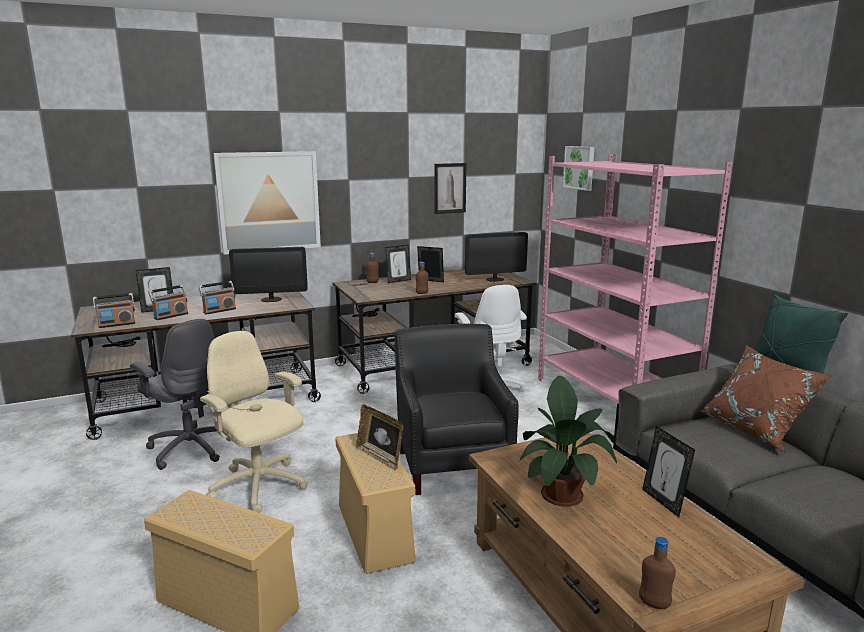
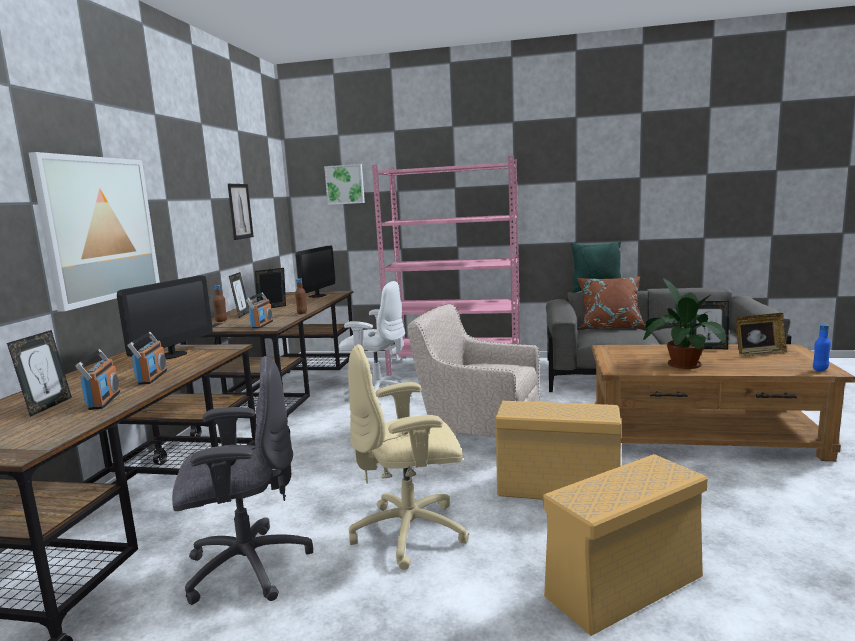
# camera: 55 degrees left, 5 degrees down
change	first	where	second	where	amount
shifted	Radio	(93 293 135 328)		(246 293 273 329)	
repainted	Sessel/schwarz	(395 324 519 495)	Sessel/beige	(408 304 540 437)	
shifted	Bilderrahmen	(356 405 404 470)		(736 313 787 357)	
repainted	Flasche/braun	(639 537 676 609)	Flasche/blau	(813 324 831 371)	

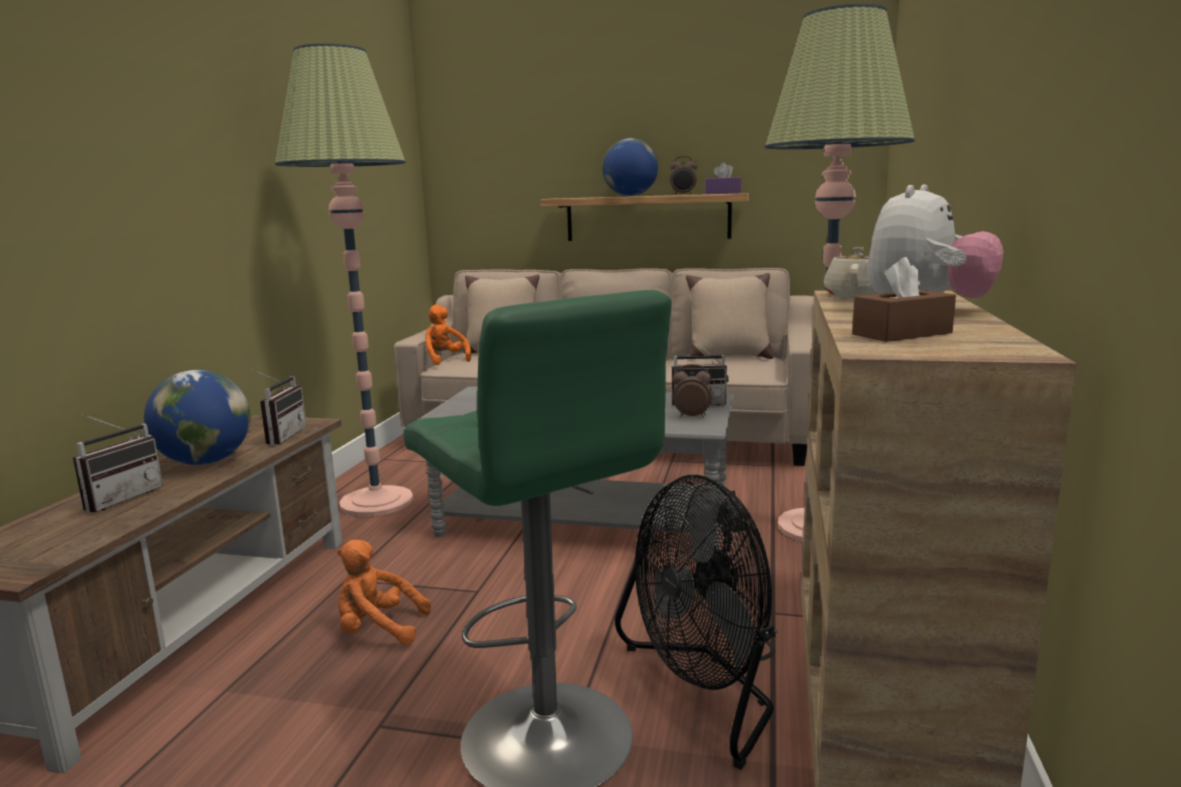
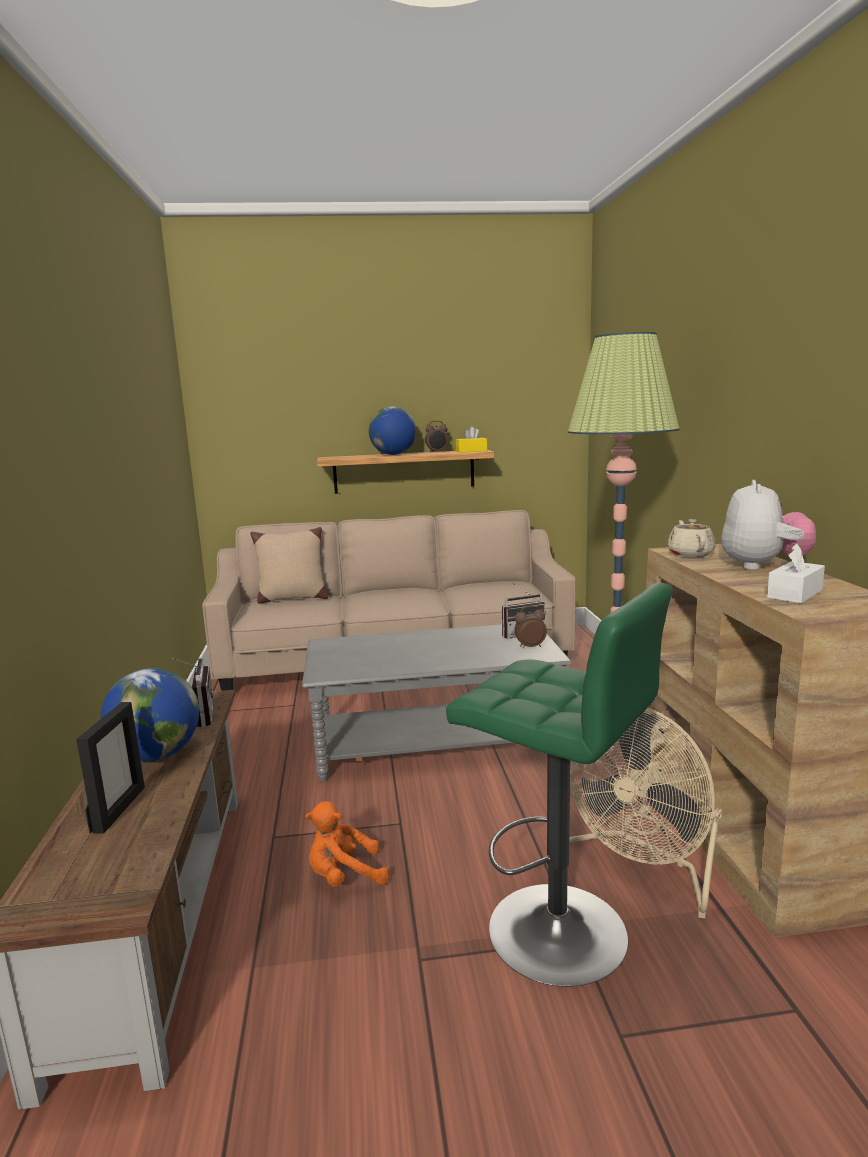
# camera: 20 degrees left, 0 degrees up
change	first	where	second	where	amount
swapped	Radio	(73 414 163 513)	Bilderrahmen	(76 702 145 834)	
repainted	Taschentuchbox/lila	(705 162 741 194)	Taschentuchbox/gelb	(456 426 487 453)	
repainted	Ventilator/schwarz	(615 475 778 770)	Ventilator/beige	(569 708 722 918)	
repainted	Taschentuchbox/braun	(852 257 956 342)	Taschentuchbox/weiß	(767 544 825 604)	
gone	Stehlampe	(275 44 413 517)			
gone	Plüschtier/orange	(425 304 471 365)			
gone	Kissen/beige	(686 273 773 359)			

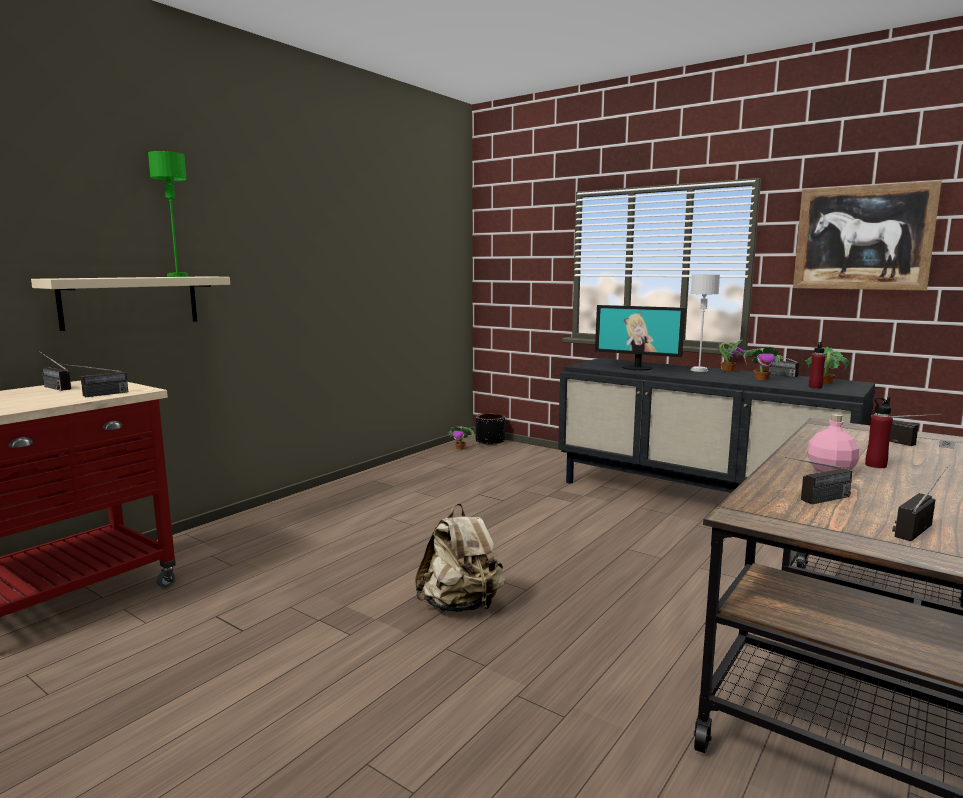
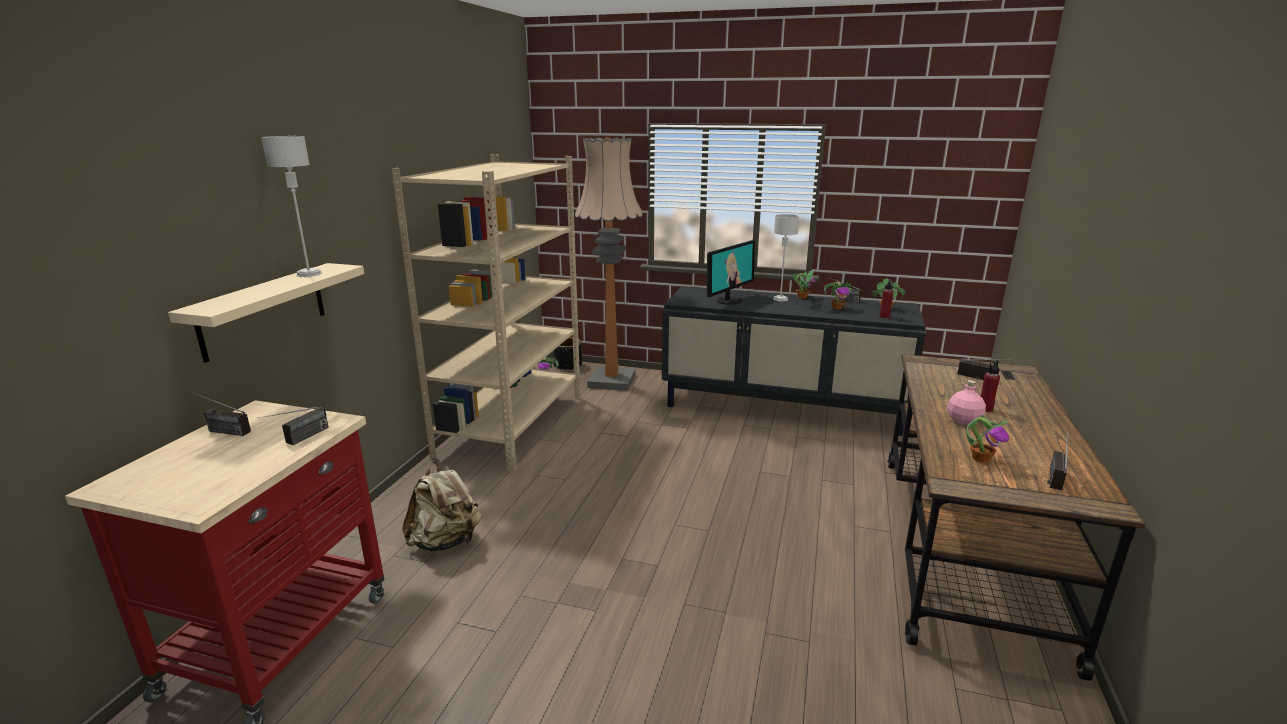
# camera: 20 degrees left, 10 degrees up
change	first	where	second	where	amount
repainted	Tischlampe/grün	(148 151 189 277)	Tischlampe/grau	(261 136 322 277)	
new			Bücherregal/beige	(392 154 581 472)	
shifted	Rucksack/beige	(415 503 505 612)		(402 462 481 551)	
new			Stehlampe	(574 137 643 391)	
rotated	Monitor	(595 305 686 370)		(707 240 755 305)	60 degrees counterclockwise
swapped	Radio	(785 457 853 504)	Topfpflanze	(966 415 1009 463)	
gone	Bild	(793 180 942 291)			

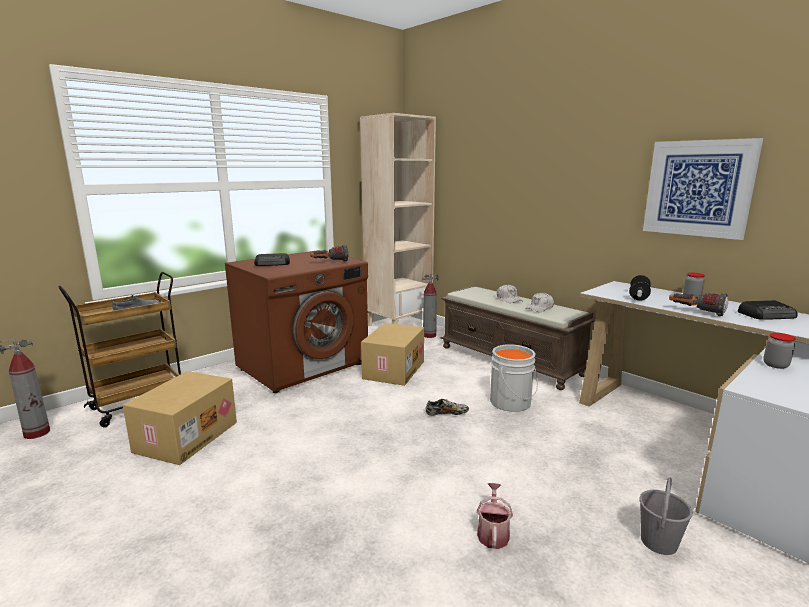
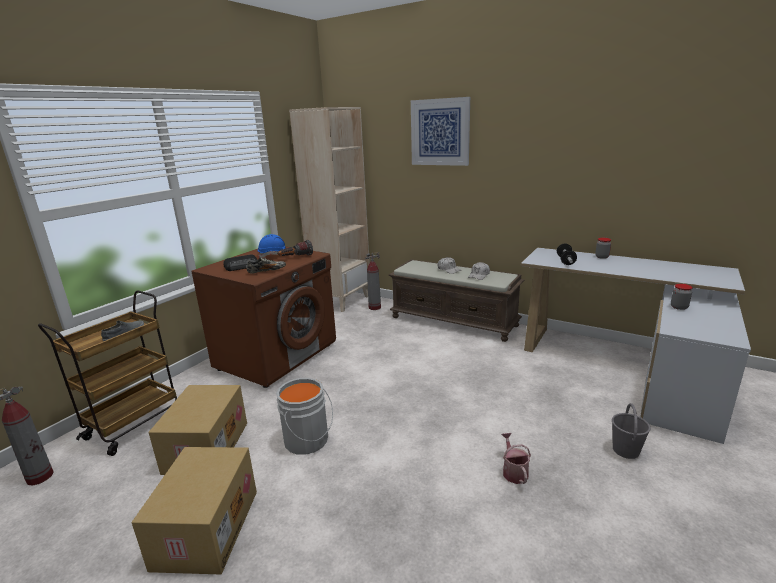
# camera: 15 degrees left, 5 degrees up
change	first	where	second	where	amount
shifted	Karton	(361 323 424 386)		(132 447 257 575)	
shifted	Schuh	(426 399 469 416)		(246 258 286 274)	
new			Schutzhelm/blau	(258 234 286 258)	
shifted	Eimer/grau	(490 344 538 412)		(276 378 333 455)	
shifted	Bild	(643 138 763 240)		(411 97 470 166)	
gone	Taschenlampe	(669 293 728 316)			
gone	Radio	(738 300 797 320)			

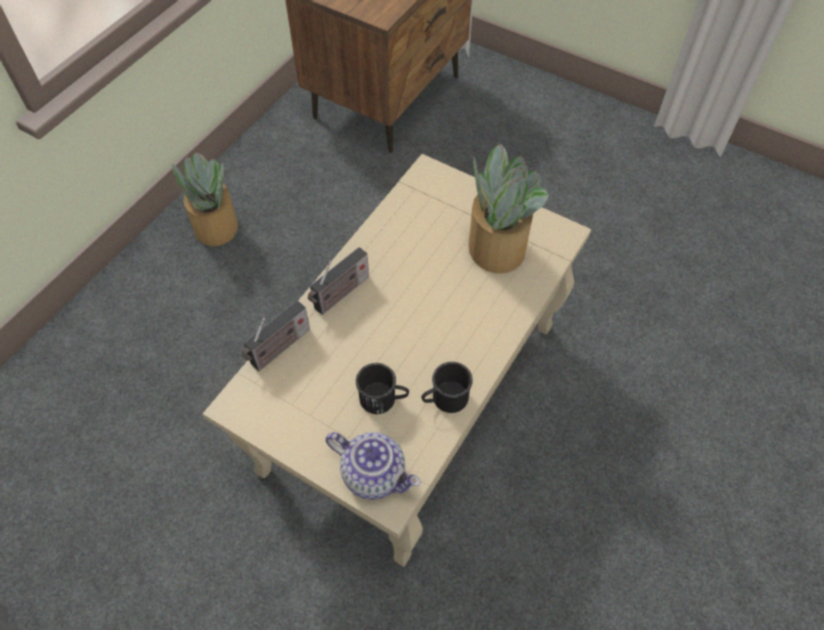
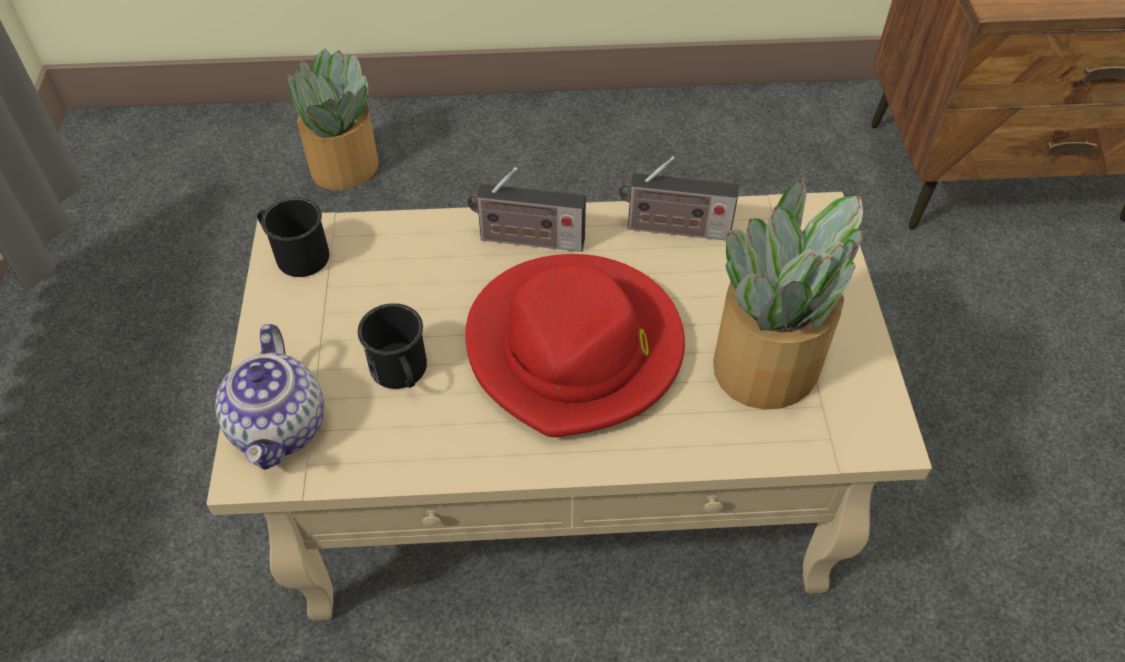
# camera: 55 degrees right, 5 degrees down
change	first	where	second	where	amount
shifted	Henkelbecher/schwarz	(421 362 473 413)		(257 197 329 277)	
shifted	Topfpflanze	(172 152 238 246)		(279 49 379 190)	
new			Hut/rot	(465 254 685 437)	
shifted	Radio	(241 301 310 371)		(619 156 739 240)	

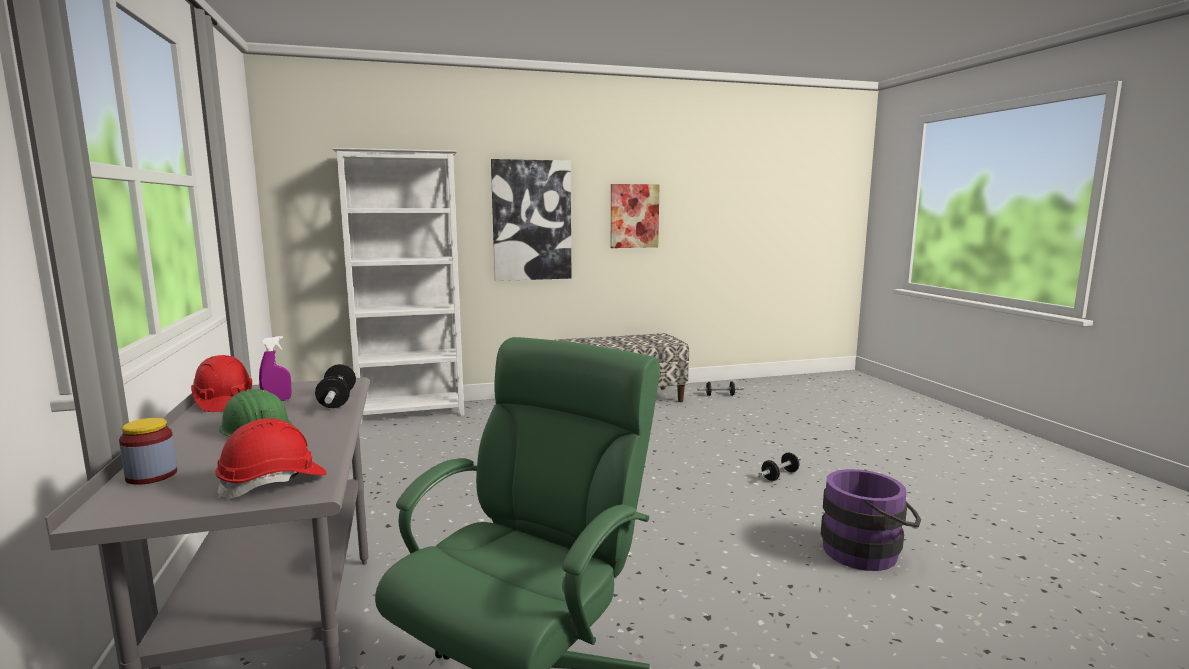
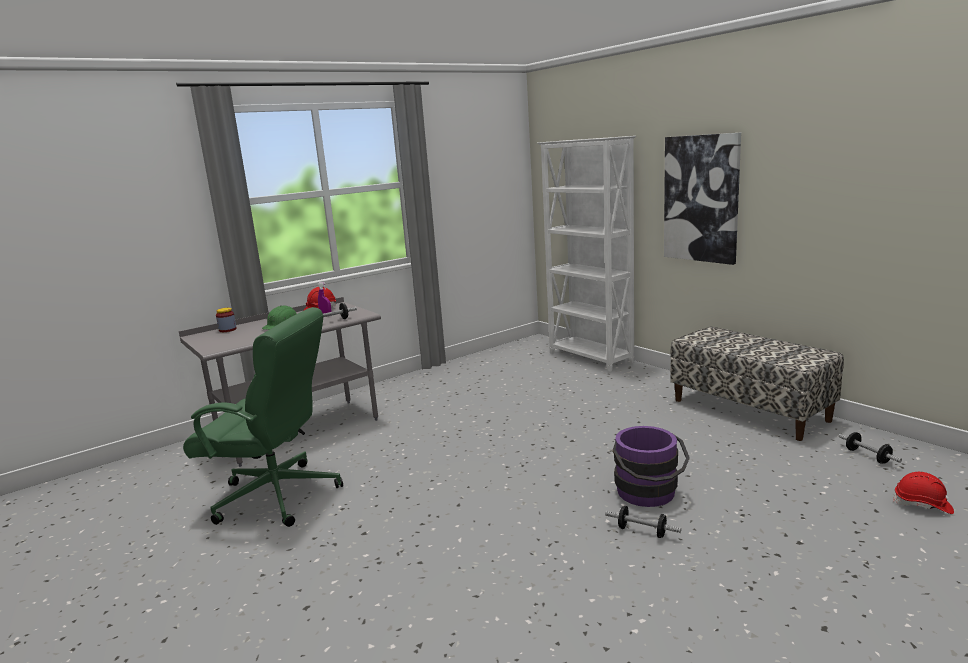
# camera: 70 degrees right, 5 degrees up
change	first	where	second	where	amount
shifted	Eimer/lila	(821 469 921 571)		(612 426 690 507)	
shifted	Schutzhelm/rot	(215 418 327 499)		(893 472 954 514)	
gone	Bild	(611 184 660 248)			

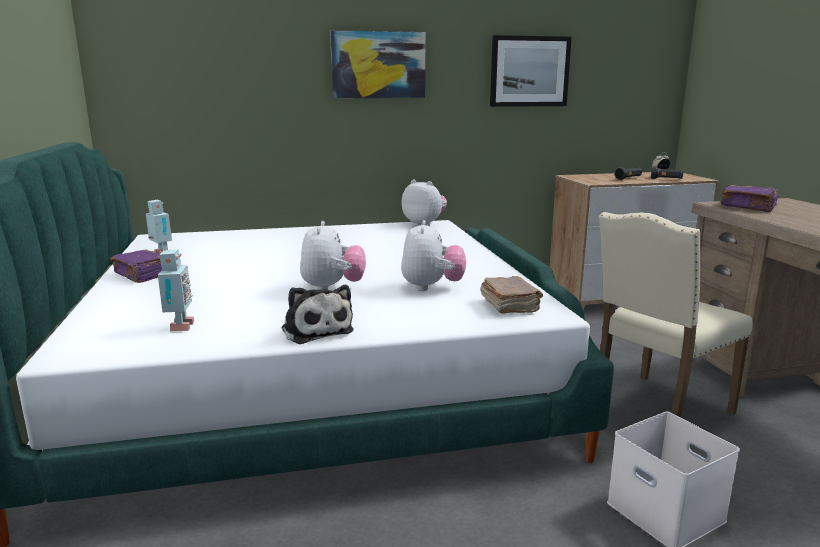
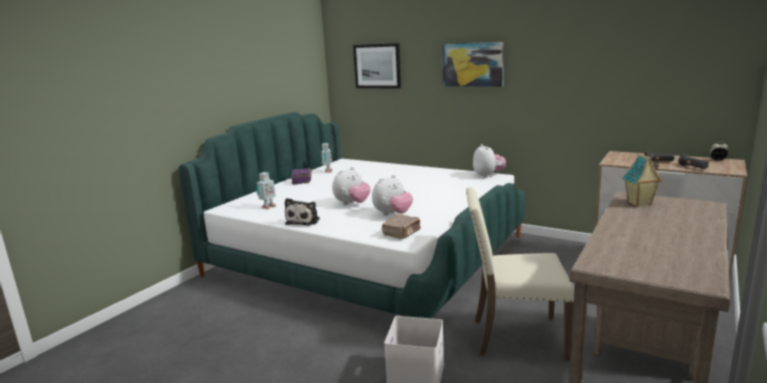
# camera: 45 degrees right, 0 degrees up
change	first	where	second	where	amount
shifted	Bild	(490 35 572 107)		(353 43 401 89)	
swapped	Buch/lila	(721 185 779 212)	Spielzeughaus	(622 153 663 207)	

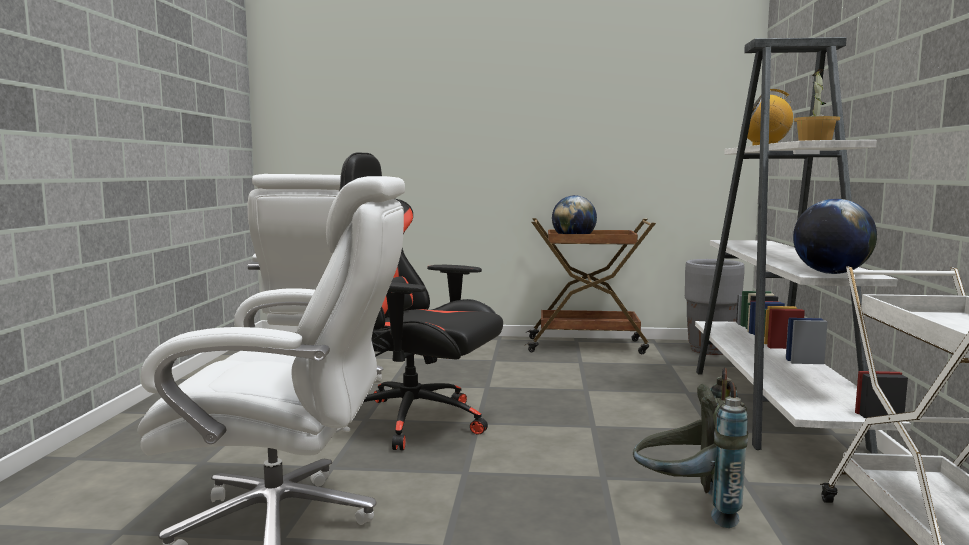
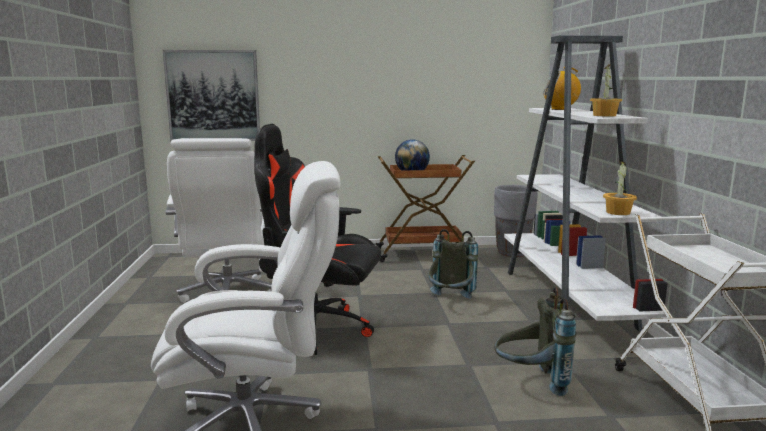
# camera: 10 degrees left, 5 degrees up
change	first	where	second	where	amount
new			Bild	(163 50 260 142)	
new			Rucksack/grau	(429 229 478 299)	
swapped	Globus	(793 199 877 274)	Topfpflanze	(603 161 637 215)	

